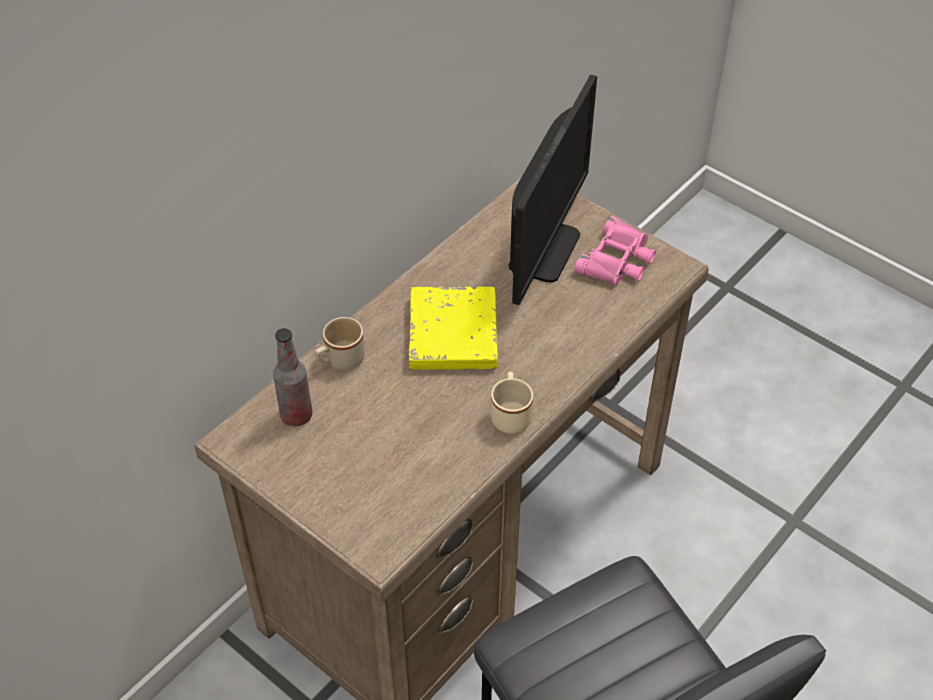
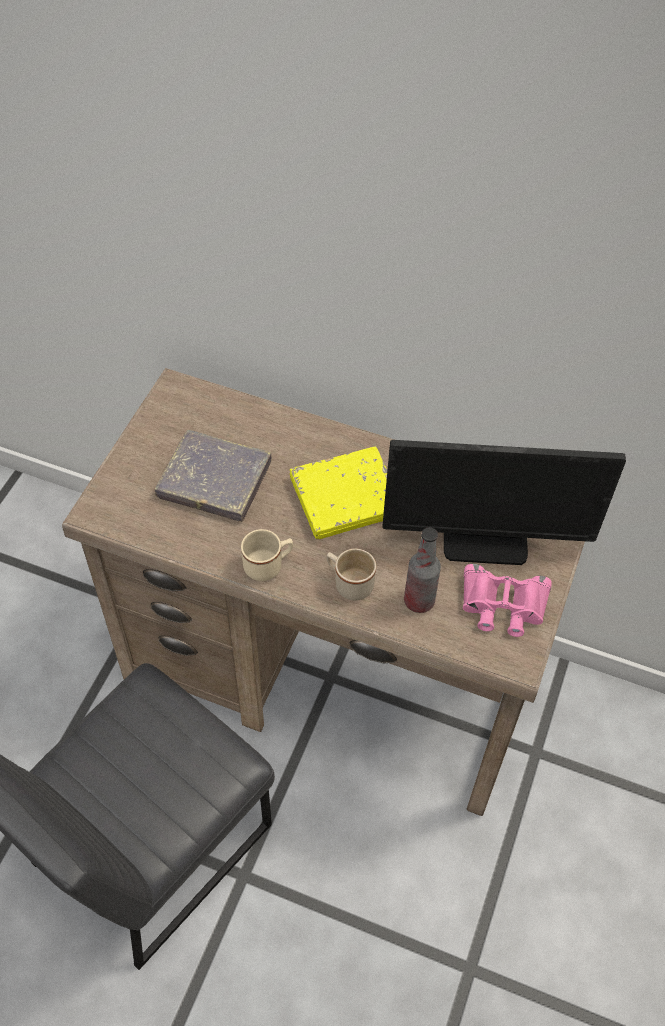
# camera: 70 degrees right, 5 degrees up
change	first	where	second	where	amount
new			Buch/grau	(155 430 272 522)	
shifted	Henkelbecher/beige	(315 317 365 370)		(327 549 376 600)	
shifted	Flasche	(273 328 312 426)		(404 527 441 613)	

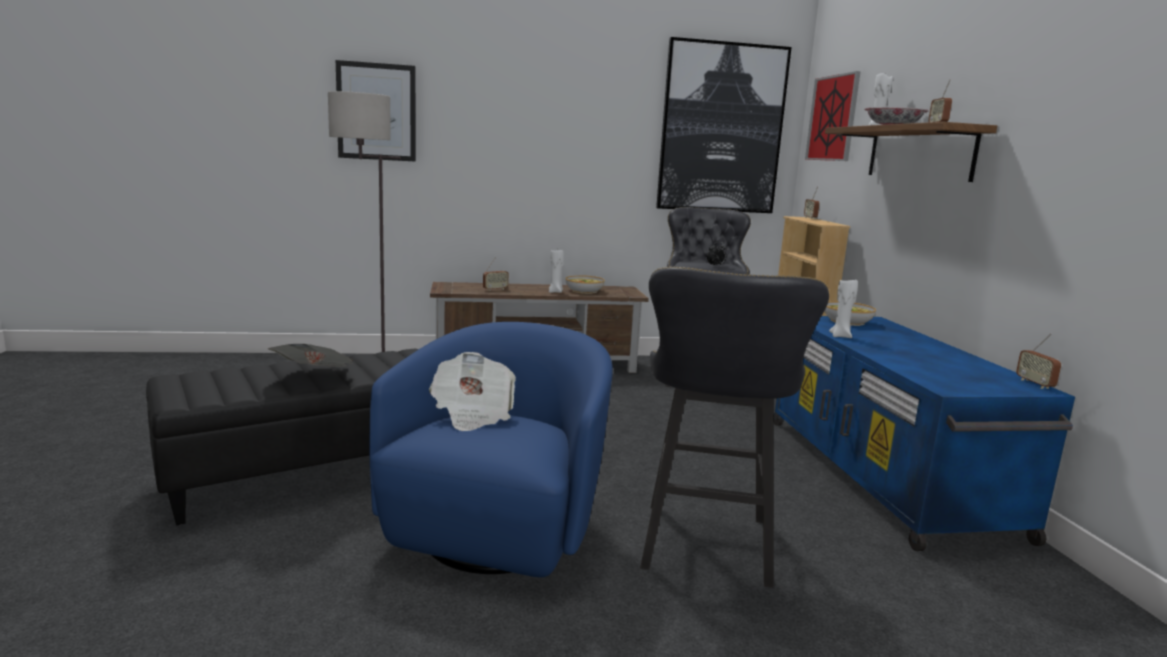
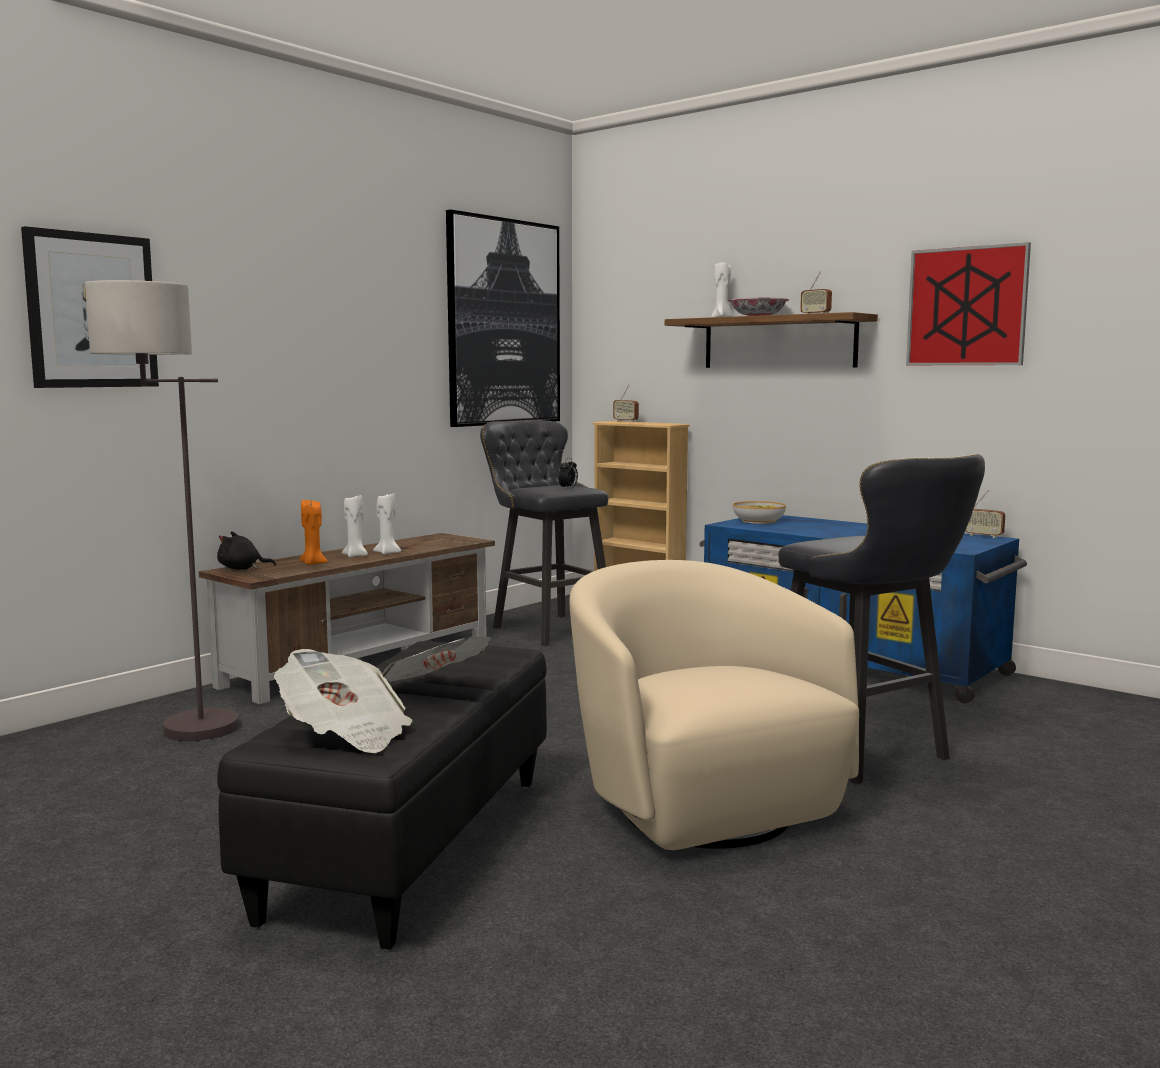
# camera: 40 degrees left, 5 degrees down
change	first	where	second	where	amount
new			Plüschtier/schwarz	(217 531 276 570)	
shifted	Zeitung	(429 352 516 431)		(274 649 412 753)	
swapped	Radio	(483 258 509 291)	Kerze/orange	(300 500 328 565)	
shifted	Kerze/weiß	(829 280 858 338)		(342 495 368 558)	
repainted	Sessel/blau	(370 322 613 577)	Sessel/beige	(569 560 859 850)	
shifted	Bild	(805 71 861 161)		(906 242 1031 365)	
gone	Schüssel	(566 275 605 294)			

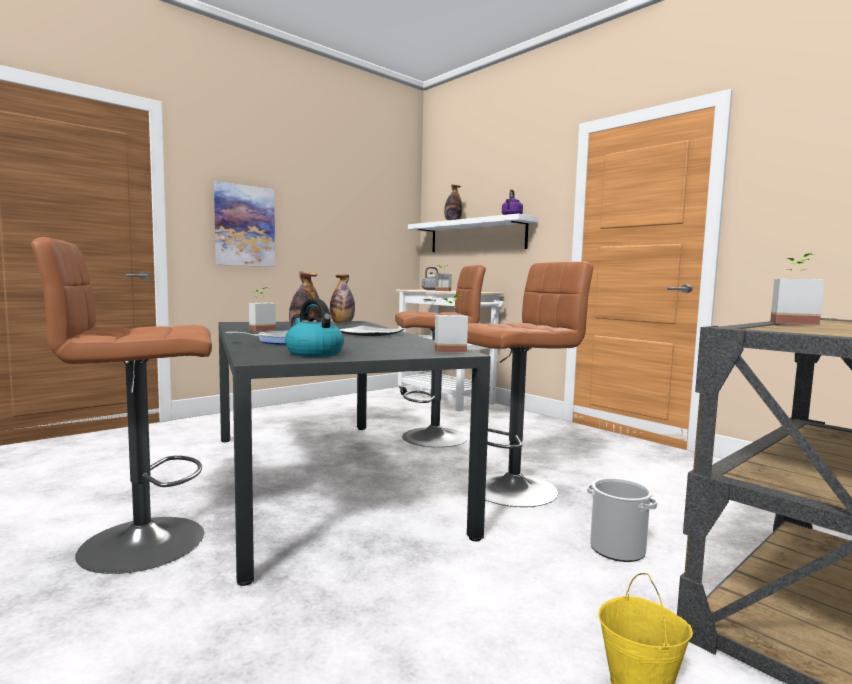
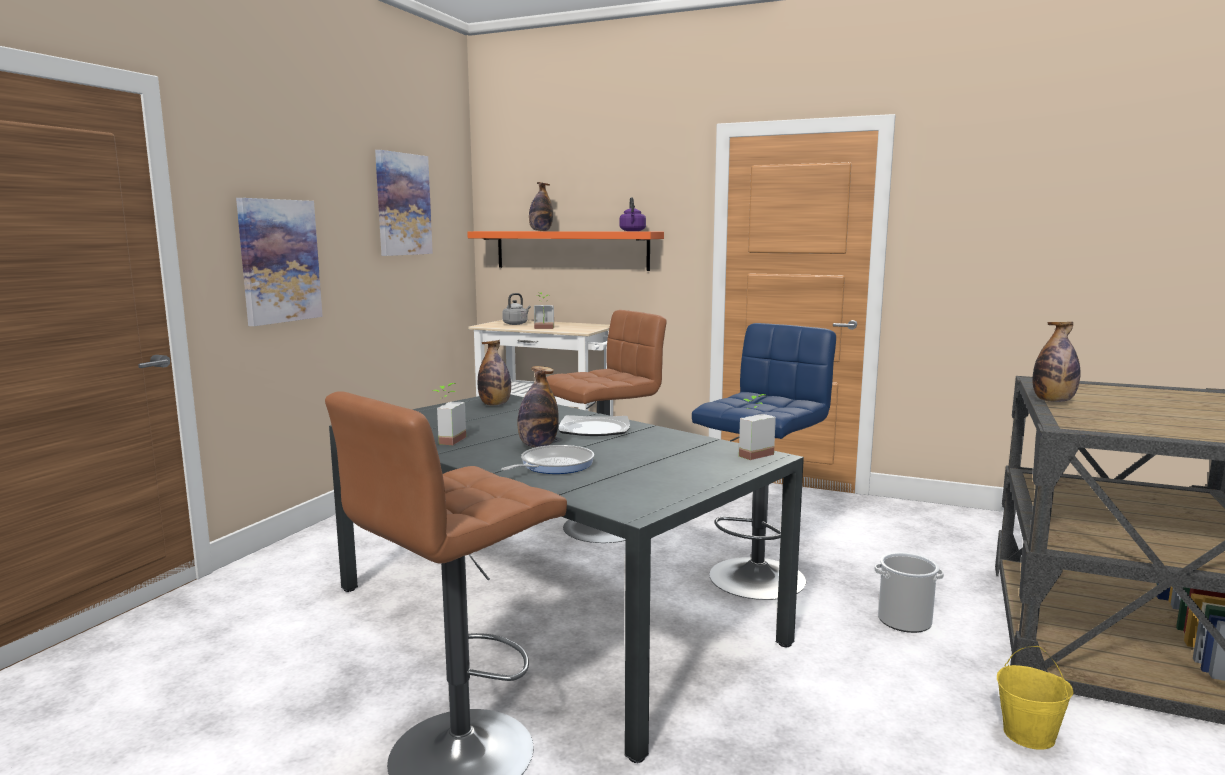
# camera: 25 degrees left, 5 degrees up
change	first	where	second	where	amount
new			Bild	(375 150 433 256)	
repainted	Wandregal/weiß	(408 213 538 252)	Wandregal/orange	(467 231 664 271)	
repainted	Hocker/braun	(467 261 593 507)	Hocker/blau	(692 323 836 600)	
swapped	Topfpflanze	(770 253 824 325)	Flasche	(1033 322 1080 402)	
gone	Wasserkessel	(285 298 344 357)			

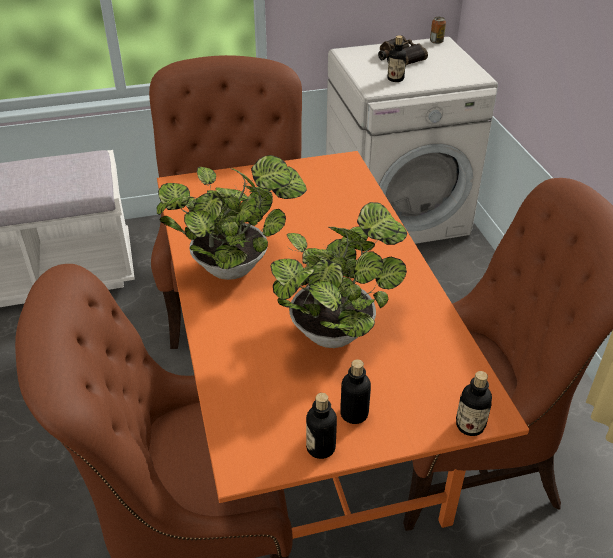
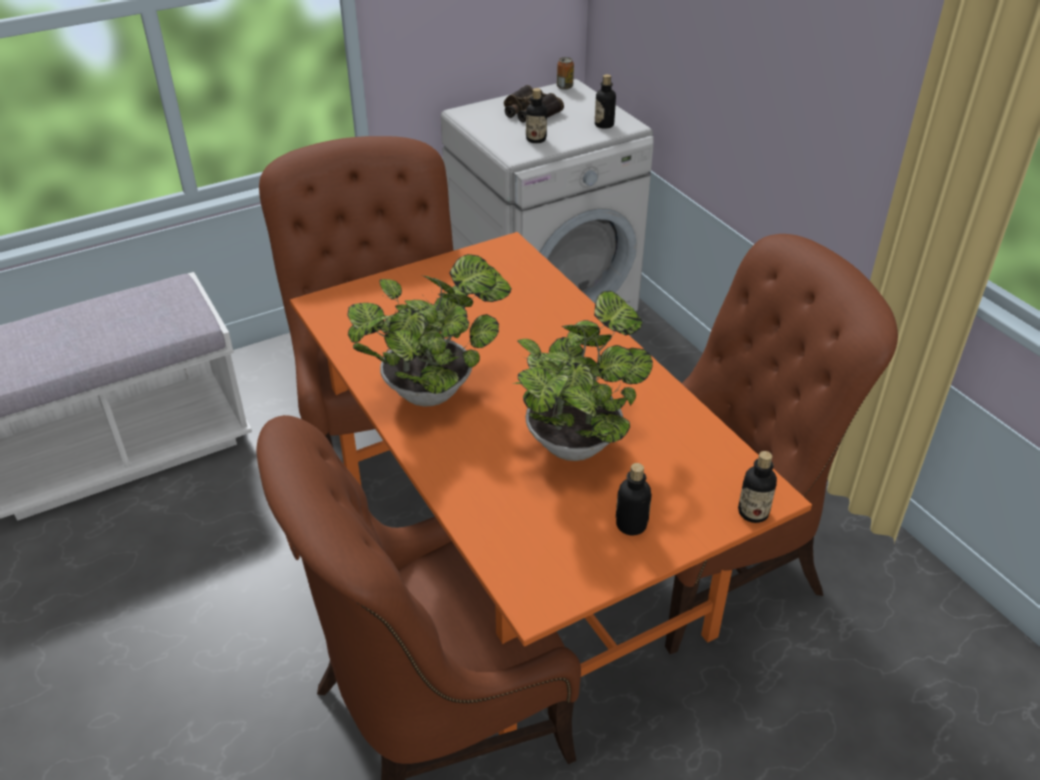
# camera: 15 degrees left, 0 degrees up
change	first	where	second	where	amount
shifted	Flasche	(306 393 337 459)		(595 74 616 129)	

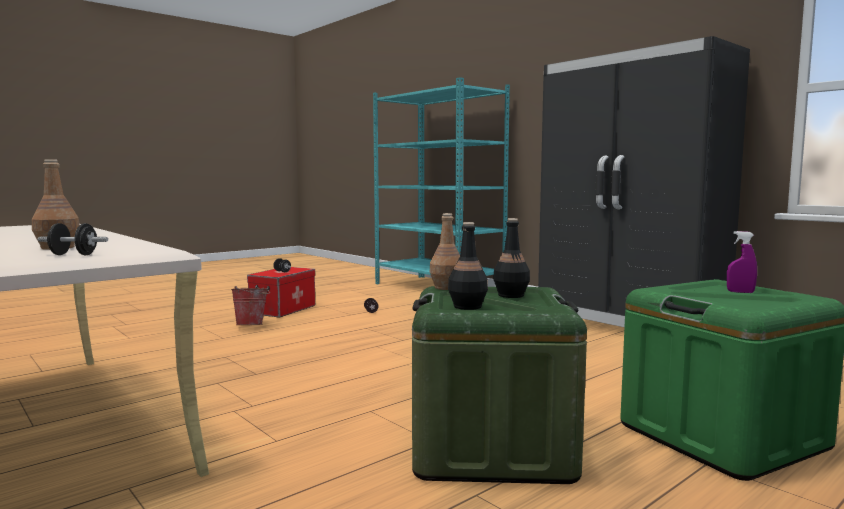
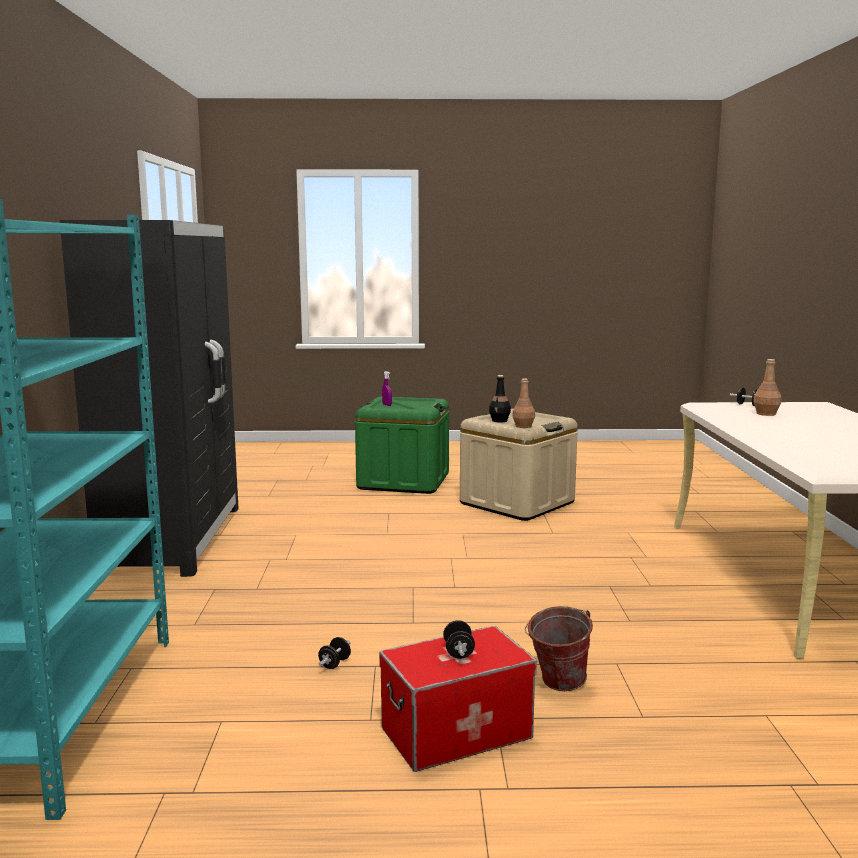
# camera: 140 degrees left, 5 degrees up
change	first	where	second	where	amount
repainted	Aufbewahrungsbox/grün	(412 286 587 484)	Aufbewahrungsbox/beige	(460 409 578 521)	
gone	Flasche/schwarz	(448 222 488 310)			

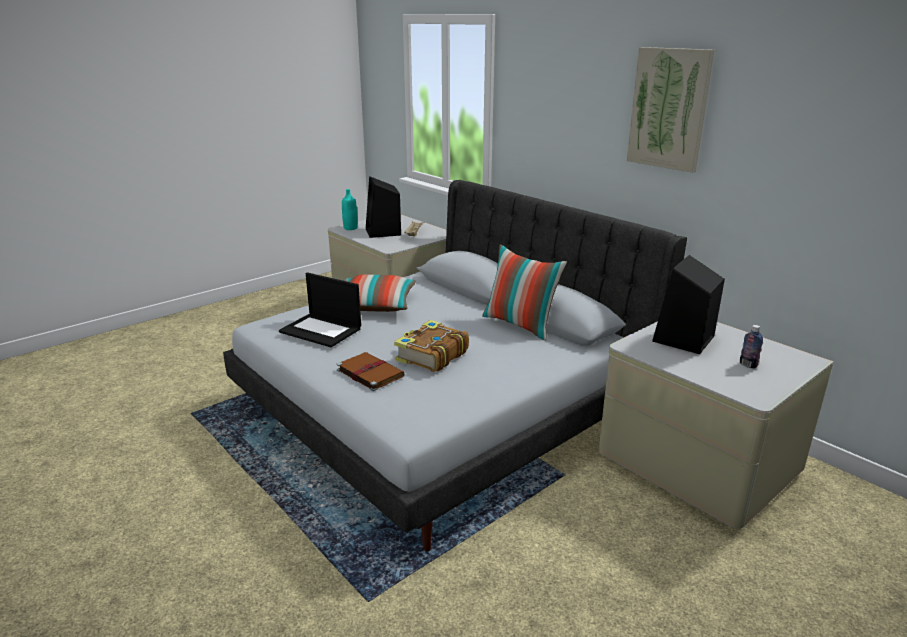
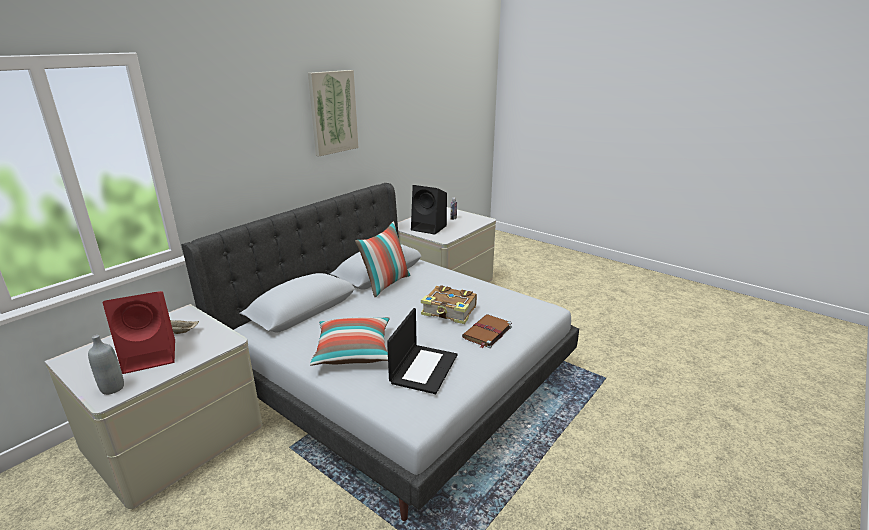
# camera: 100 degrees left, 0 degrees up
change	first	where	second	where	amount
repainted	Flasche/türkis	(342 189 358 230)	Flasche/grau	(88 335 124 395)	
repainted	Lautsprecher/schwarz	(366 176 401 238)	Lautsprecher/rot	(103 291 175 374)	

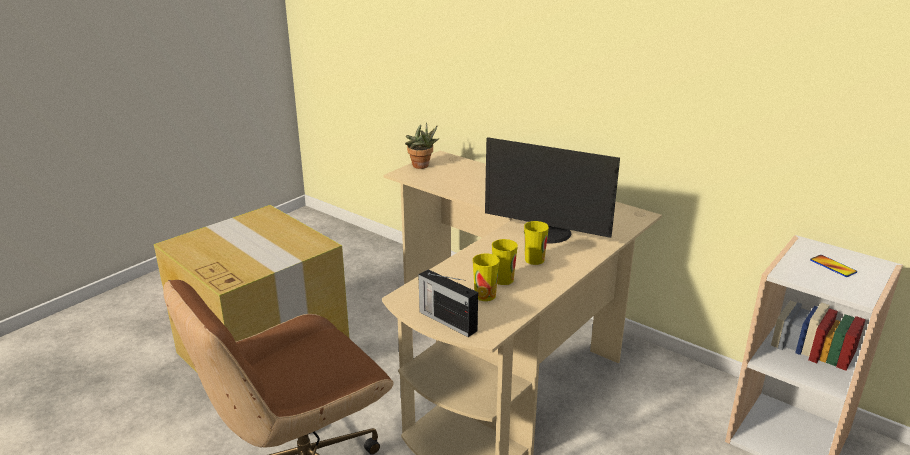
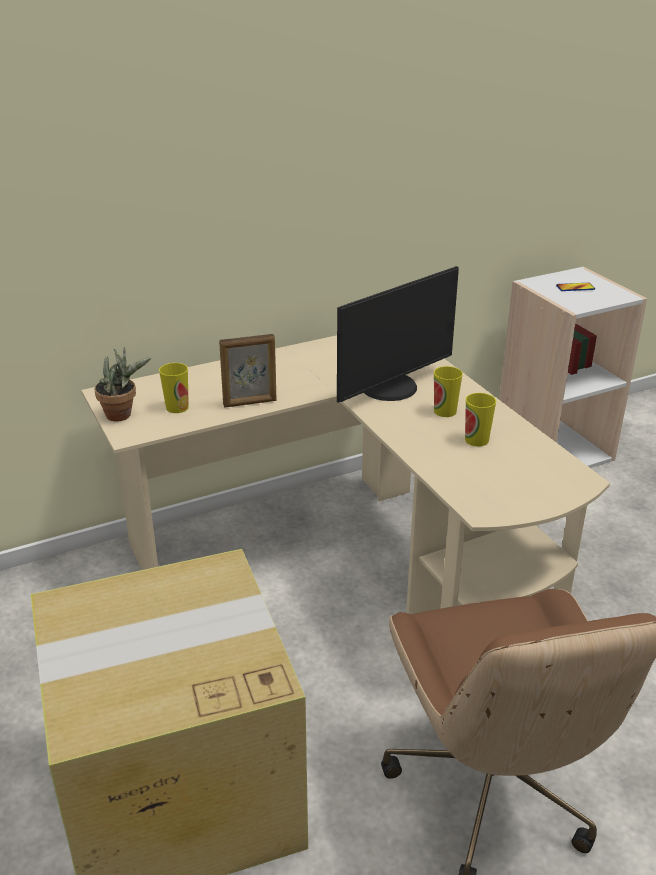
# camera: 65 degrees left, 5 degrees up
change	first	where	second	where	amount
shifted	Tasse	(473 253 500 301)		(159 363 189 413)	
new			Bilderrahmen	(219 334 276 408)	
gone	Radio	(418 269 478 337)			

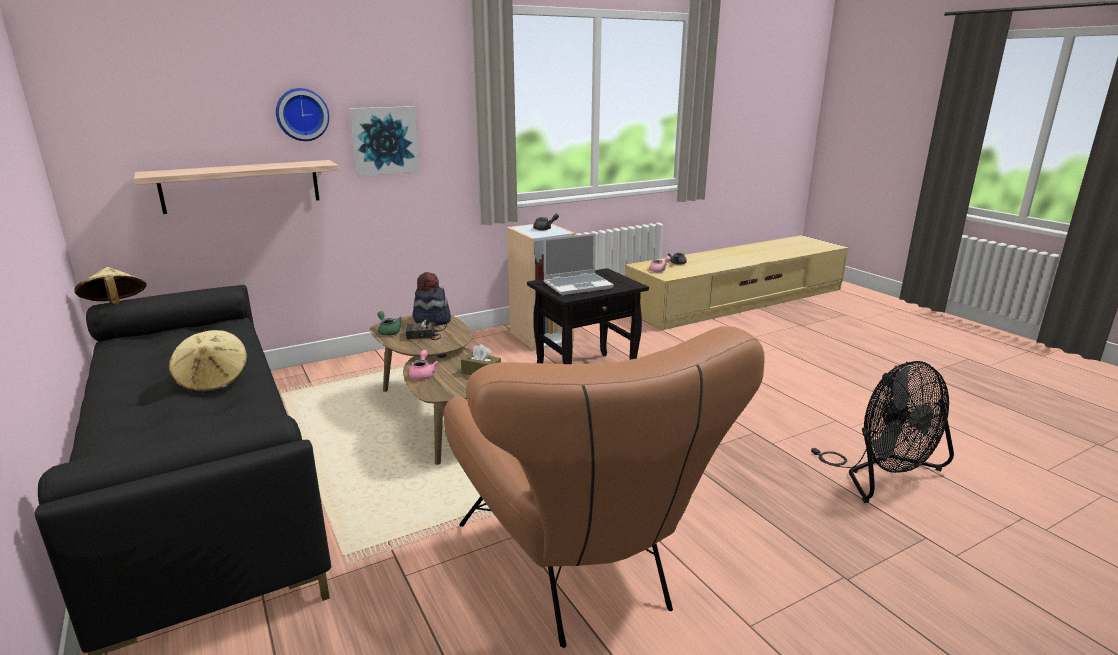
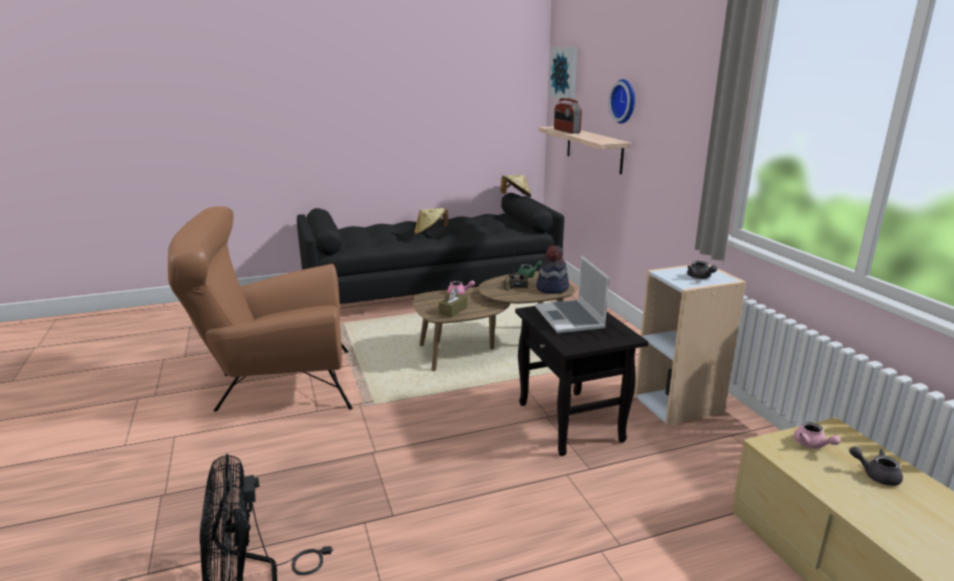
# camera: 100 degrees right, 0 degrees up
change	first	where	second	where	amount
shifted	Bild	(349 106 420 176)		(549 47 577 100)	
new			Radio	(554 98 582 133)	

